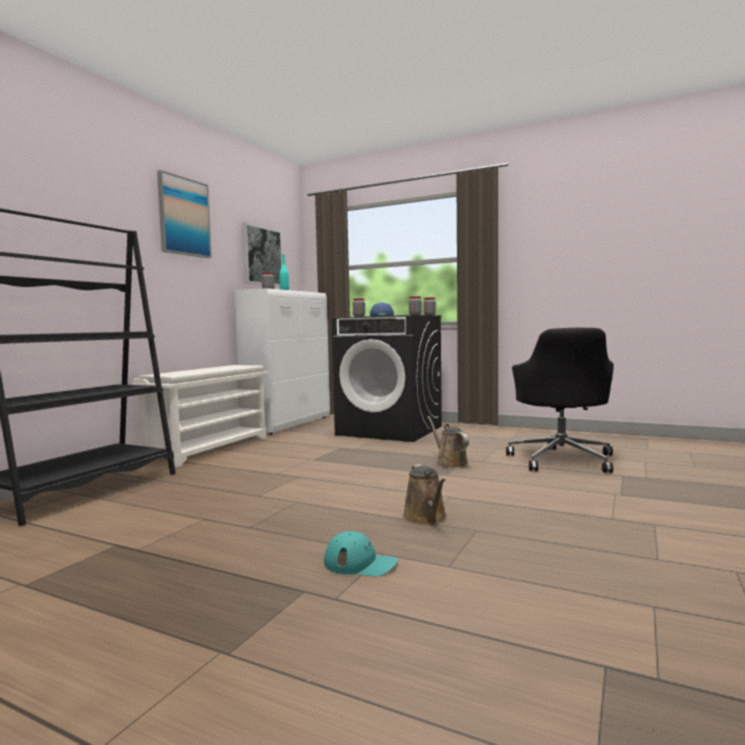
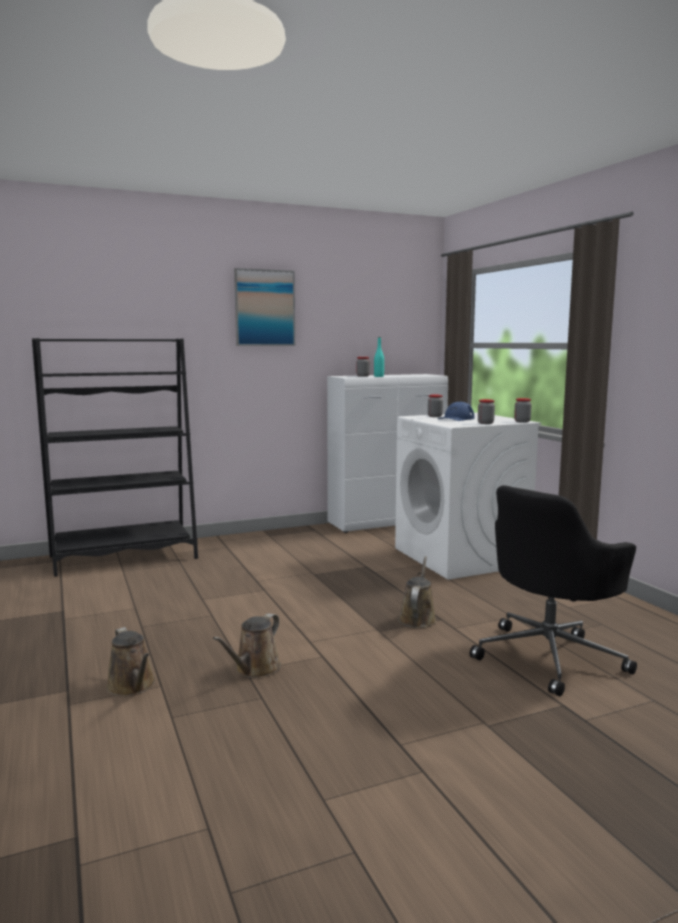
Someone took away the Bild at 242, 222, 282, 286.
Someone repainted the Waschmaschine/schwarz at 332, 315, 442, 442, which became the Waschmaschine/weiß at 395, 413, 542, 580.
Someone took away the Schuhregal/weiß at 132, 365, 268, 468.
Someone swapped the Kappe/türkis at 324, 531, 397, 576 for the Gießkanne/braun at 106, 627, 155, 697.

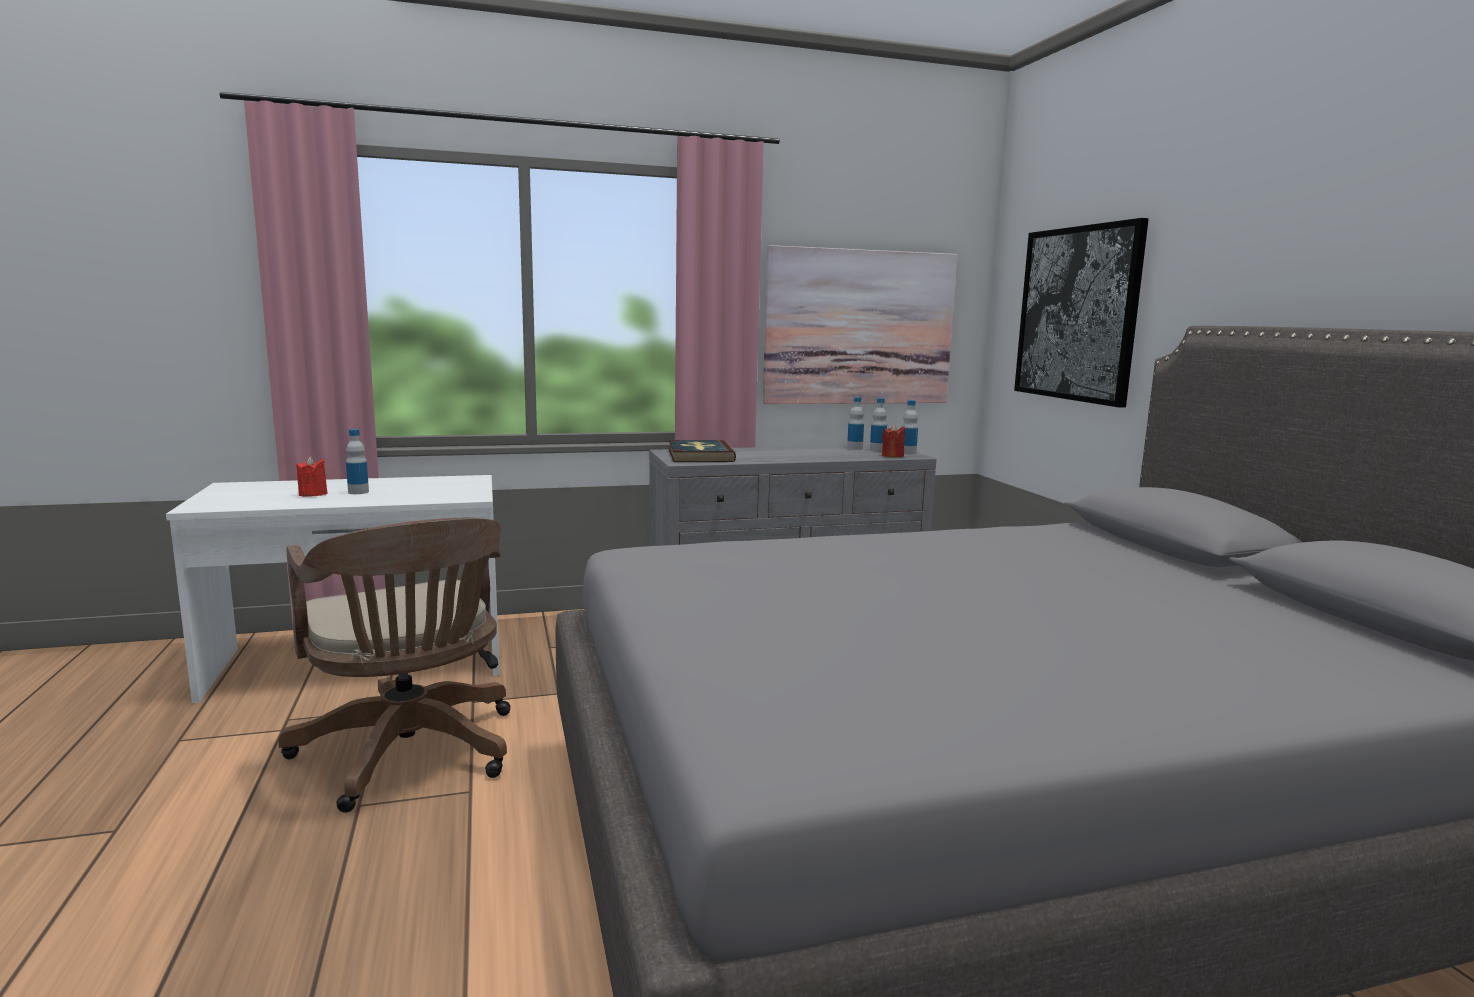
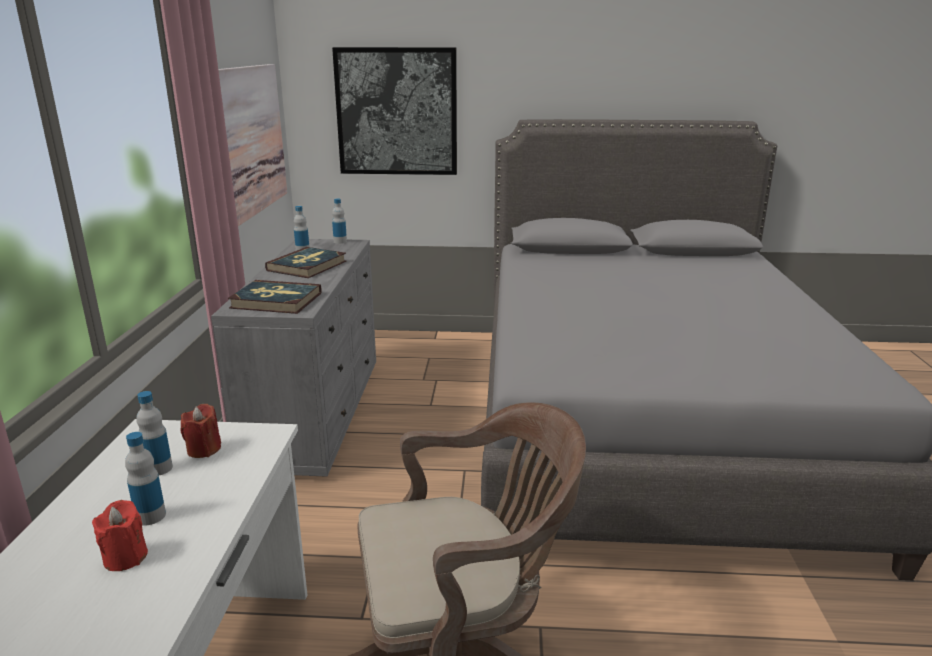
Someone carried the Flasche from 870, 398, 887, 451 to 136, 391, 173, 475.
Someone carried the Kerze/rot from 882, 424, 905, 457 to 180, 404, 221, 458.
Someone put down the Buch at 265, 247, 347, 278.

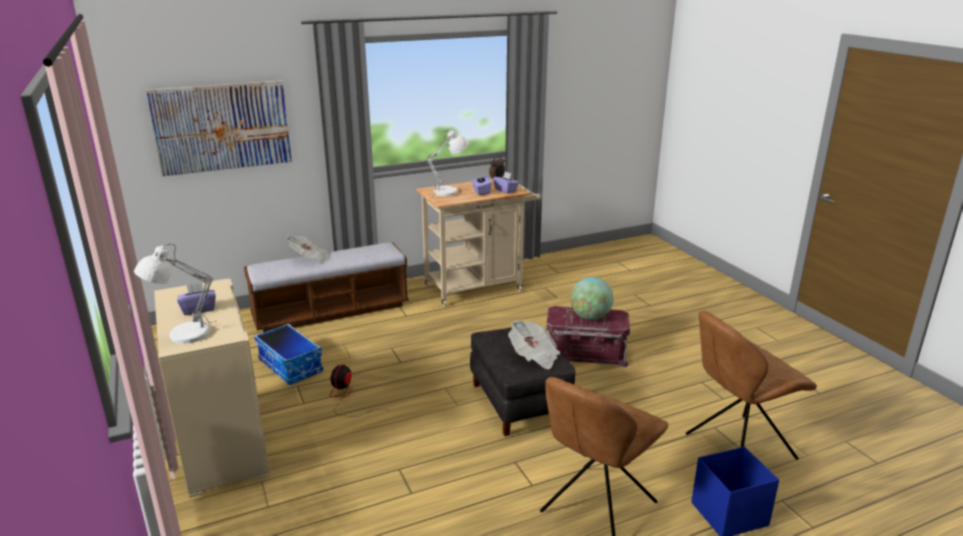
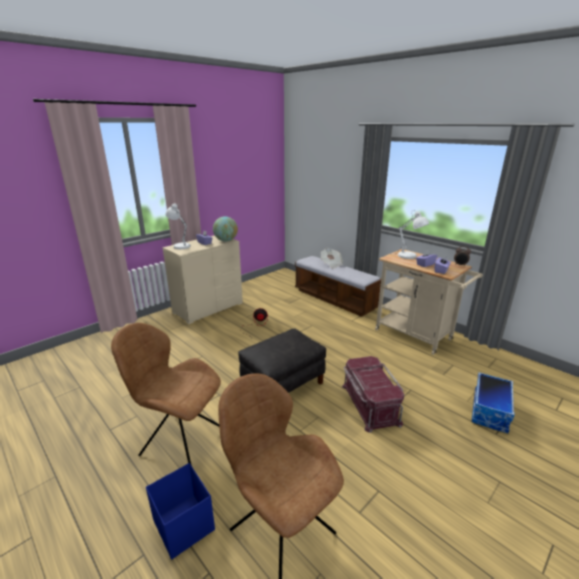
Someone took away the Bild at 146, 80, 292, 177.
Someone carried the Globus from 570, 277, 614, 320 to 213, 216, 238, 241.
Someone took away the Zeitung at 508, 320, 560, 369.
Someone carried the Aufbewahrungsbox from 254, 323, 323, 385 to 472, 372, 514, 433.

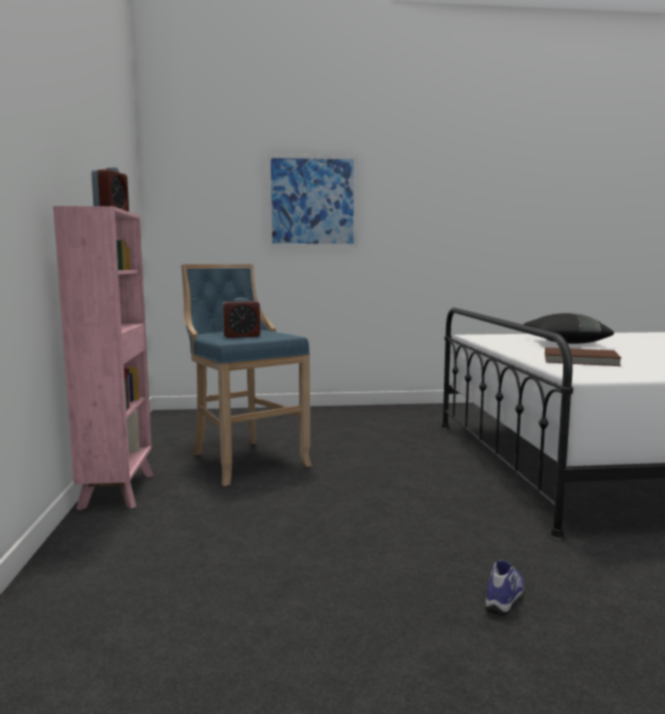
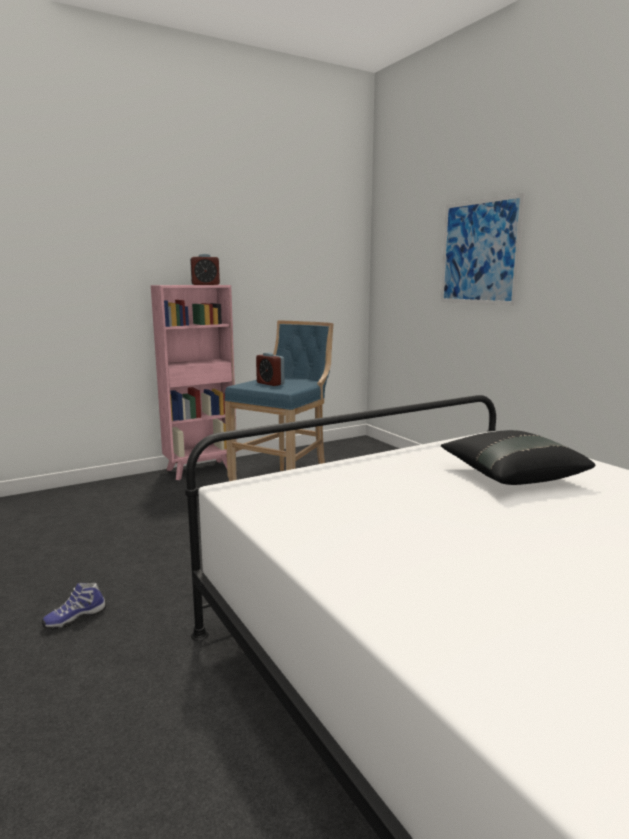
Someone took away the Buch/braun at 545, 347, 621, 366.
Someone rotated the Schuh at 485, 560, 525, 616 by 135 degrees clockwise.

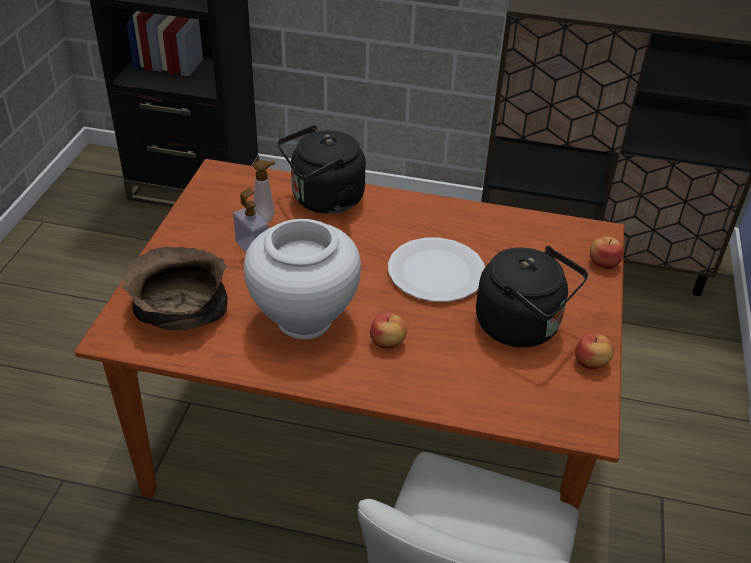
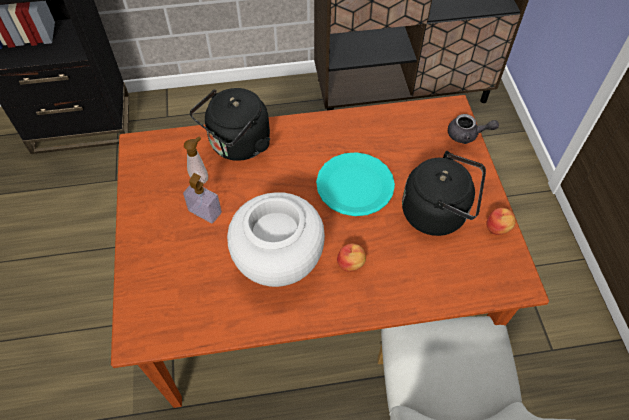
Someone swapped the Apfel at 590, 236, 624, 269 for the Teekanne/grau at 448, 114, 499, 144.
Someone repainted the Teller/weiß at 388, 238, 485, 302, which became the Teller/türkis at 316, 152, 395, 216.
Someone took away the Schüssel/braun at 122, 247, 228, 330.

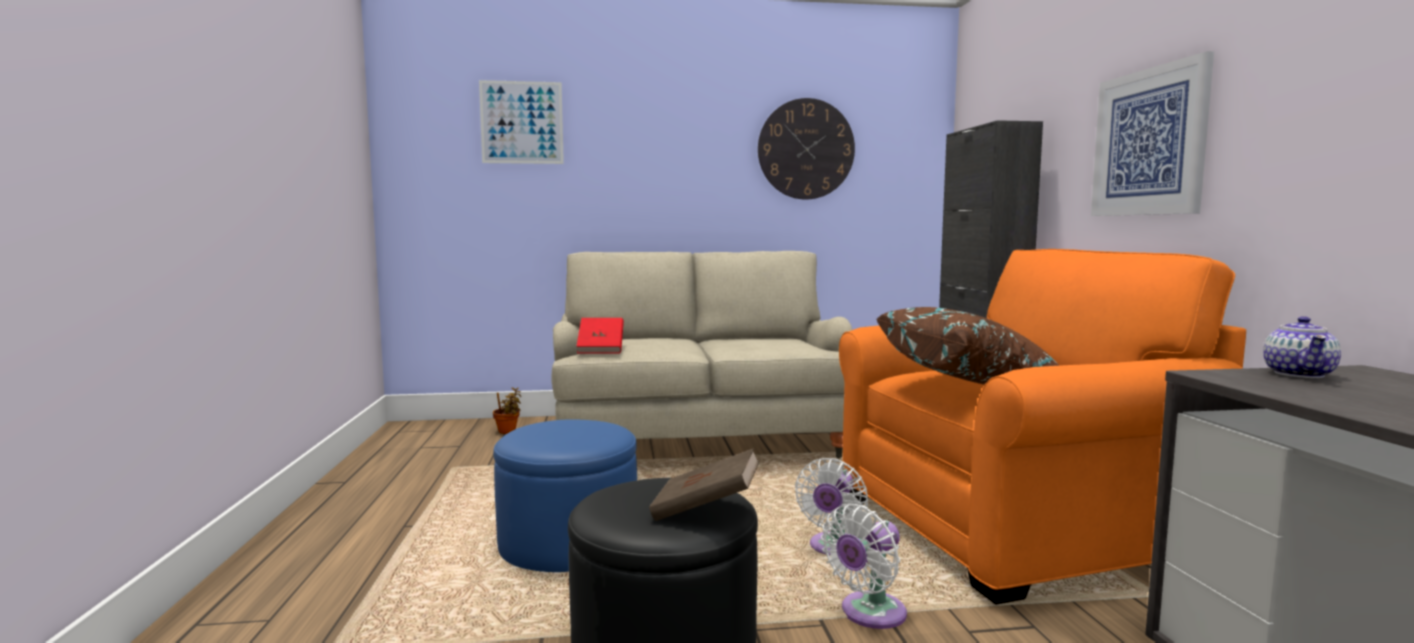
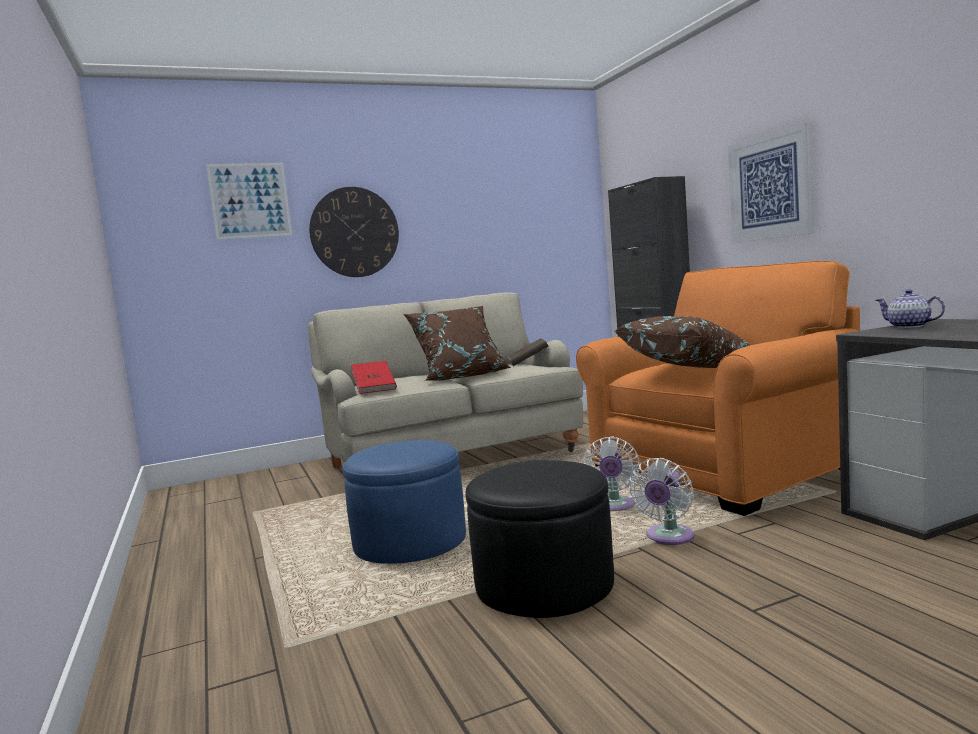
Someone carried the Wanduhr from 758, 98, 855, 199 to 309, 187, 399, 277.
Someone rotated the Teekanne at 1263, 316, 1341, 378 by 135 degrees clockwise.
Someone took away the Topfpflanze at 493, 388, 521, 434.
Someone carried the Buch/braun from 649, 448, 759, 521 to 508, 338, 548, 366.
Someone put down the Kissen/braun at 404, 306, 511, 381.

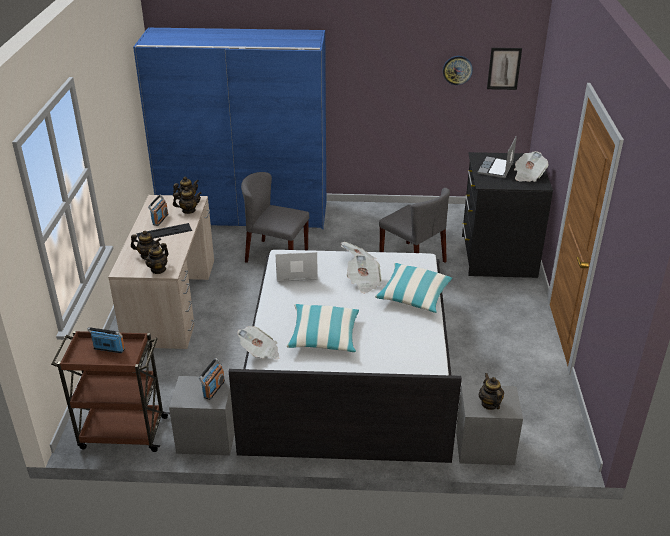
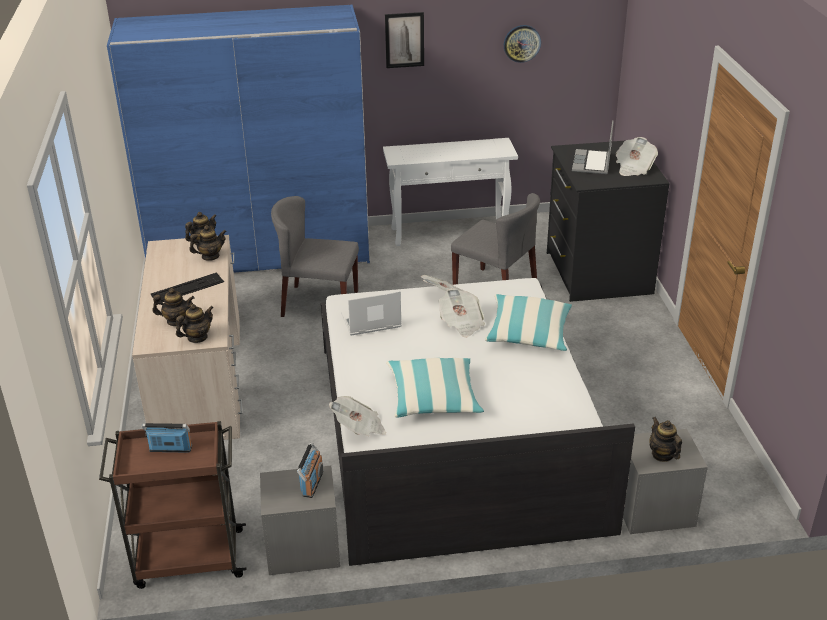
Someone carried the Bild from 487, 48, 522, 90 to 385, 12, 424, 68.
Someone took away the Radio at 148, 194, 168, 226.
Someone rotated the Teekanne at 144, 243, 169, 274 by 150 degrees counterclockwise.
Someone put down the Konsolentisch/weiß at 383, 138, 518, 246.

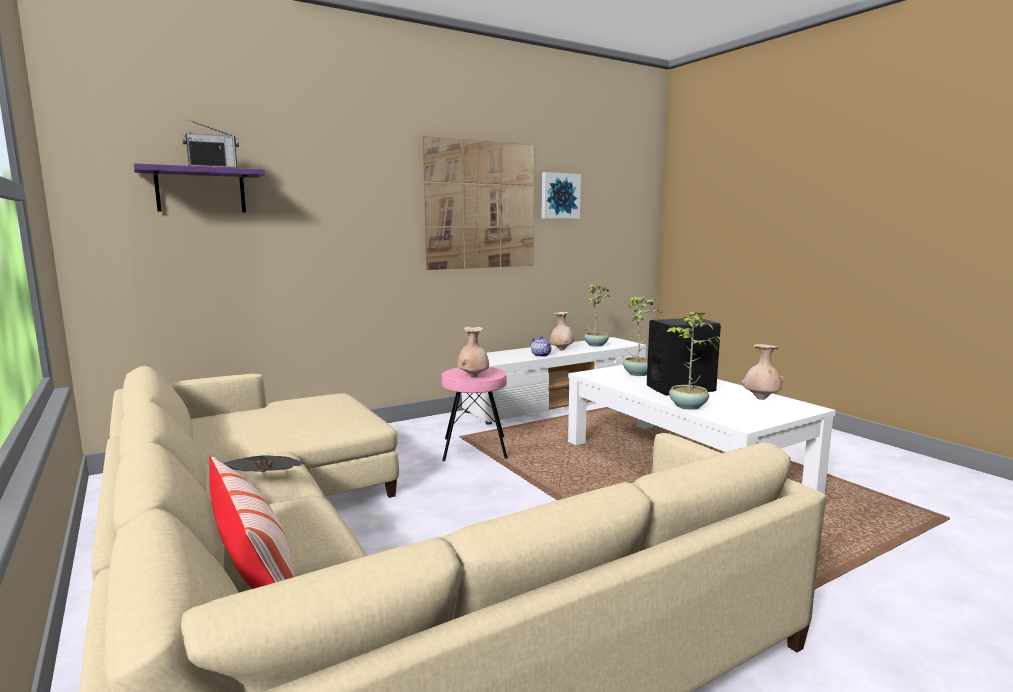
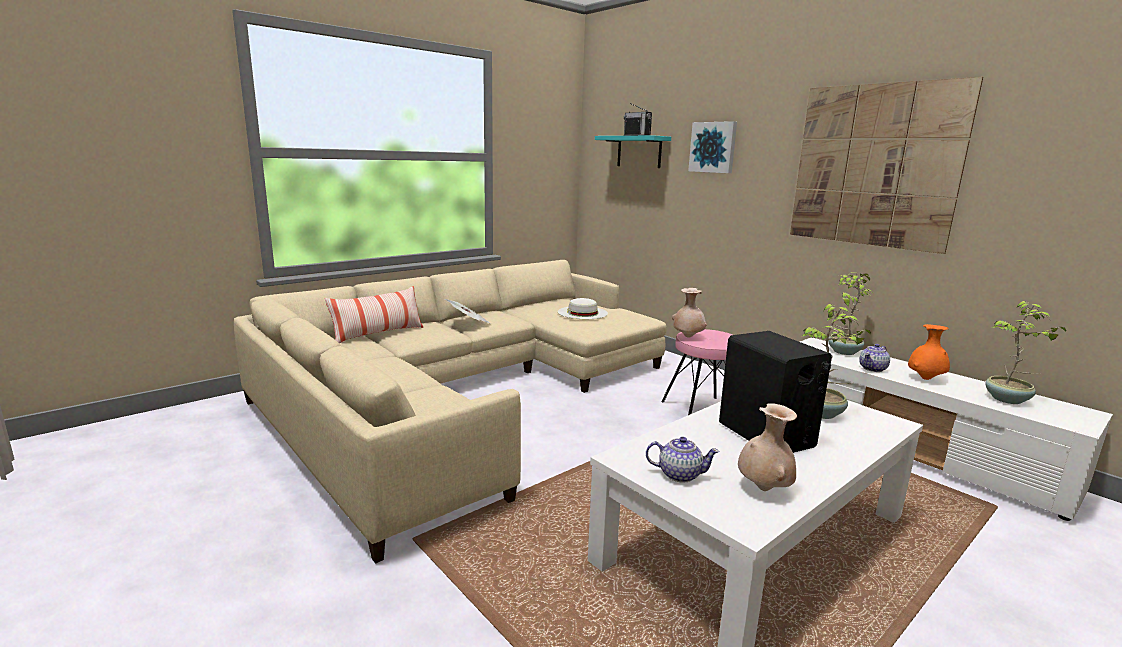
Someone repainted the Wandregal/lila at 134, 163, 265, 212, which became the Wandregal/türkis at 595, 136, 671, 168.
Someone carried the Bild from 542, 172, 581, 219 to 688, 121, 737, 173.
Someone carried the Topfpflanze from 666, 311, 722, 410 to 828, 272, 873, 355.
Someone repainted the Vase/beige at 550, 312, 574, 351, which became the Vase/orange at 908, 324, 950, 380.
Someone put down the Hut/weiß at 558, 298, 608, 319.
Someone put down the Teekanne at 646, 437, 720, 483.

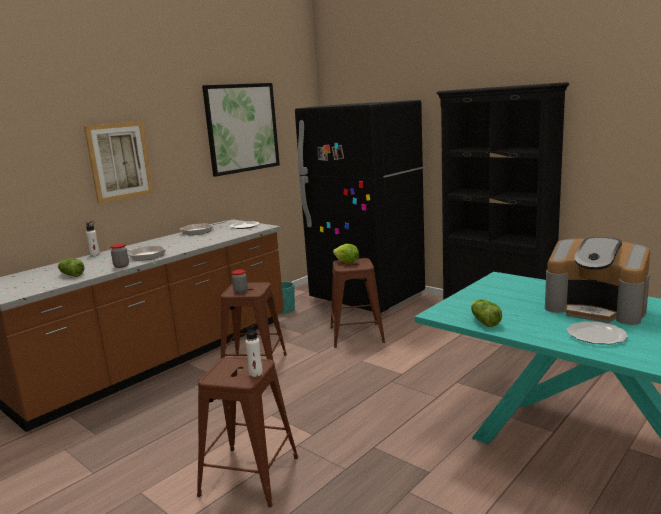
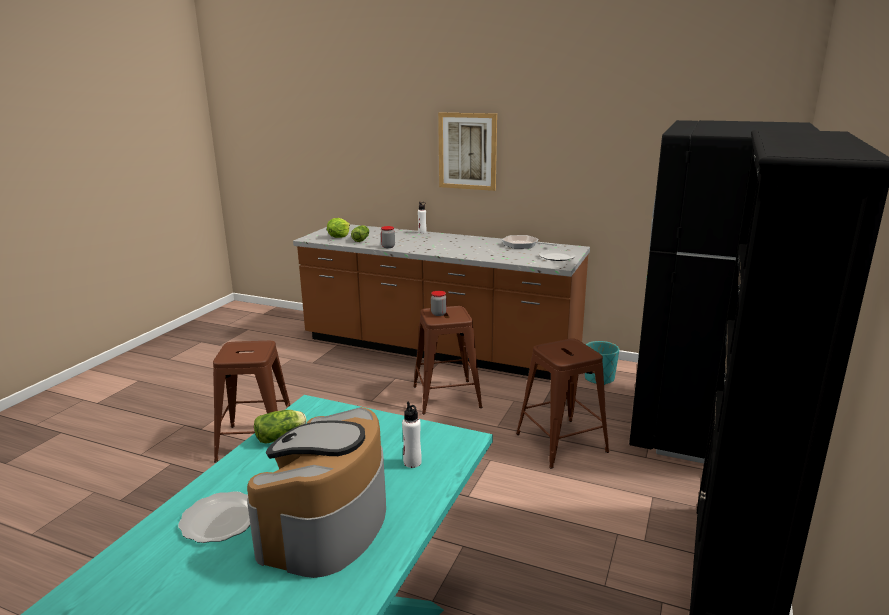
Someone took away the Bild at 202, 83, 280, 177.
Someone carried the Salatkopf from 333, 244, 359, 263 to 327, 218, 350, 238.
Someone took away the Pfanne at 127, 246, 166, 261.
Someone carried the Flasche/weiß from 245, 325, 263, 377 to 402, 401, 422, 468.

